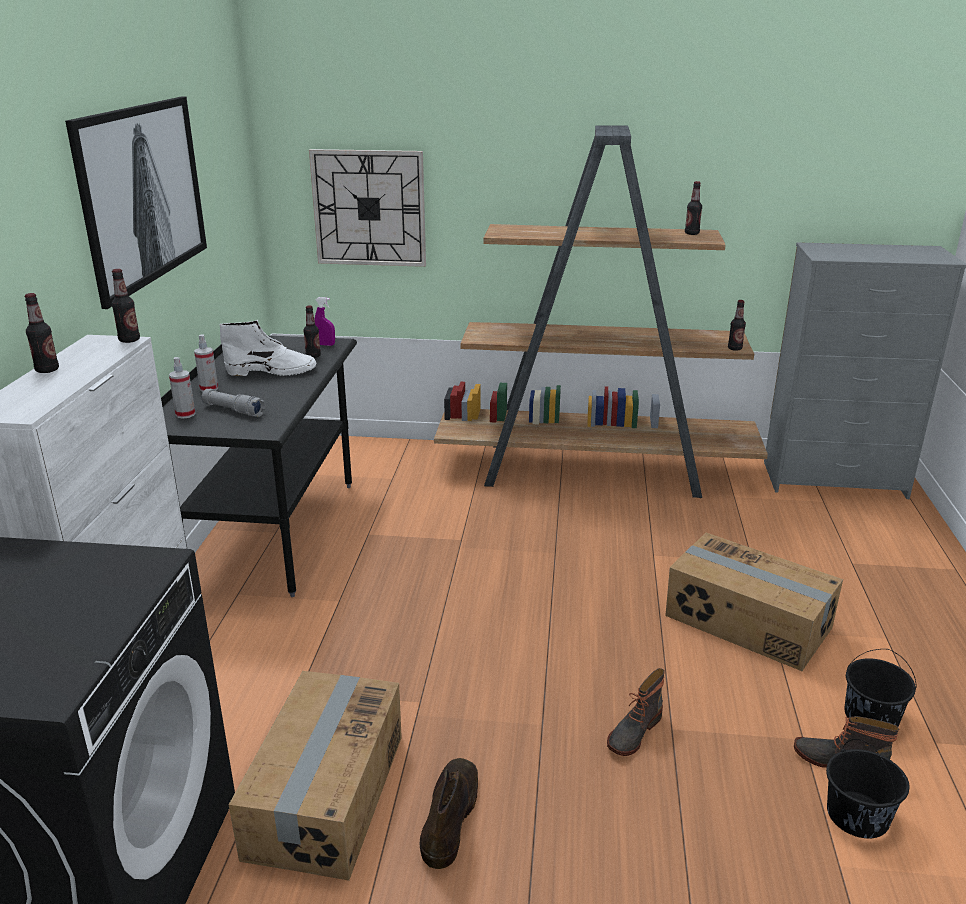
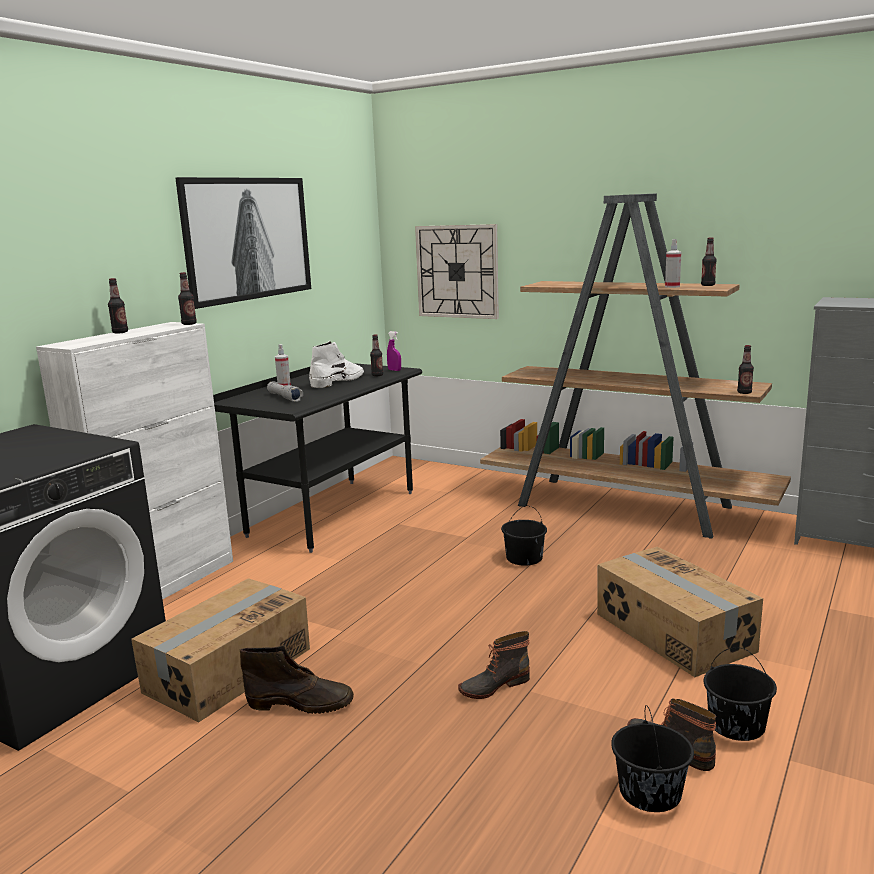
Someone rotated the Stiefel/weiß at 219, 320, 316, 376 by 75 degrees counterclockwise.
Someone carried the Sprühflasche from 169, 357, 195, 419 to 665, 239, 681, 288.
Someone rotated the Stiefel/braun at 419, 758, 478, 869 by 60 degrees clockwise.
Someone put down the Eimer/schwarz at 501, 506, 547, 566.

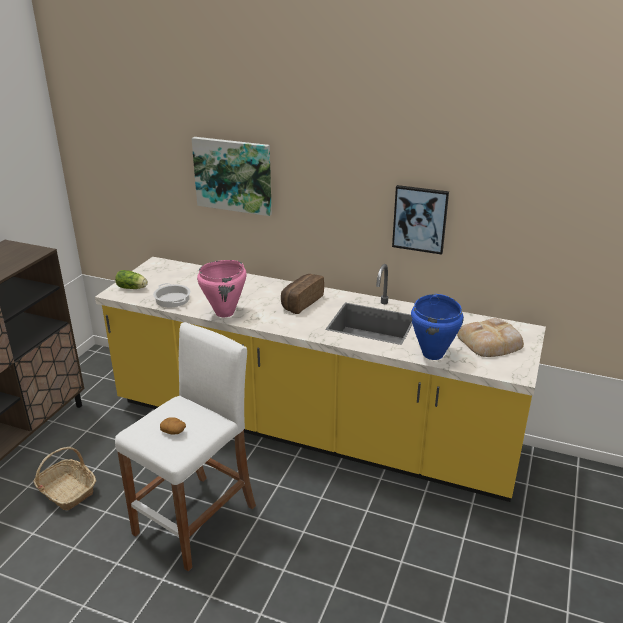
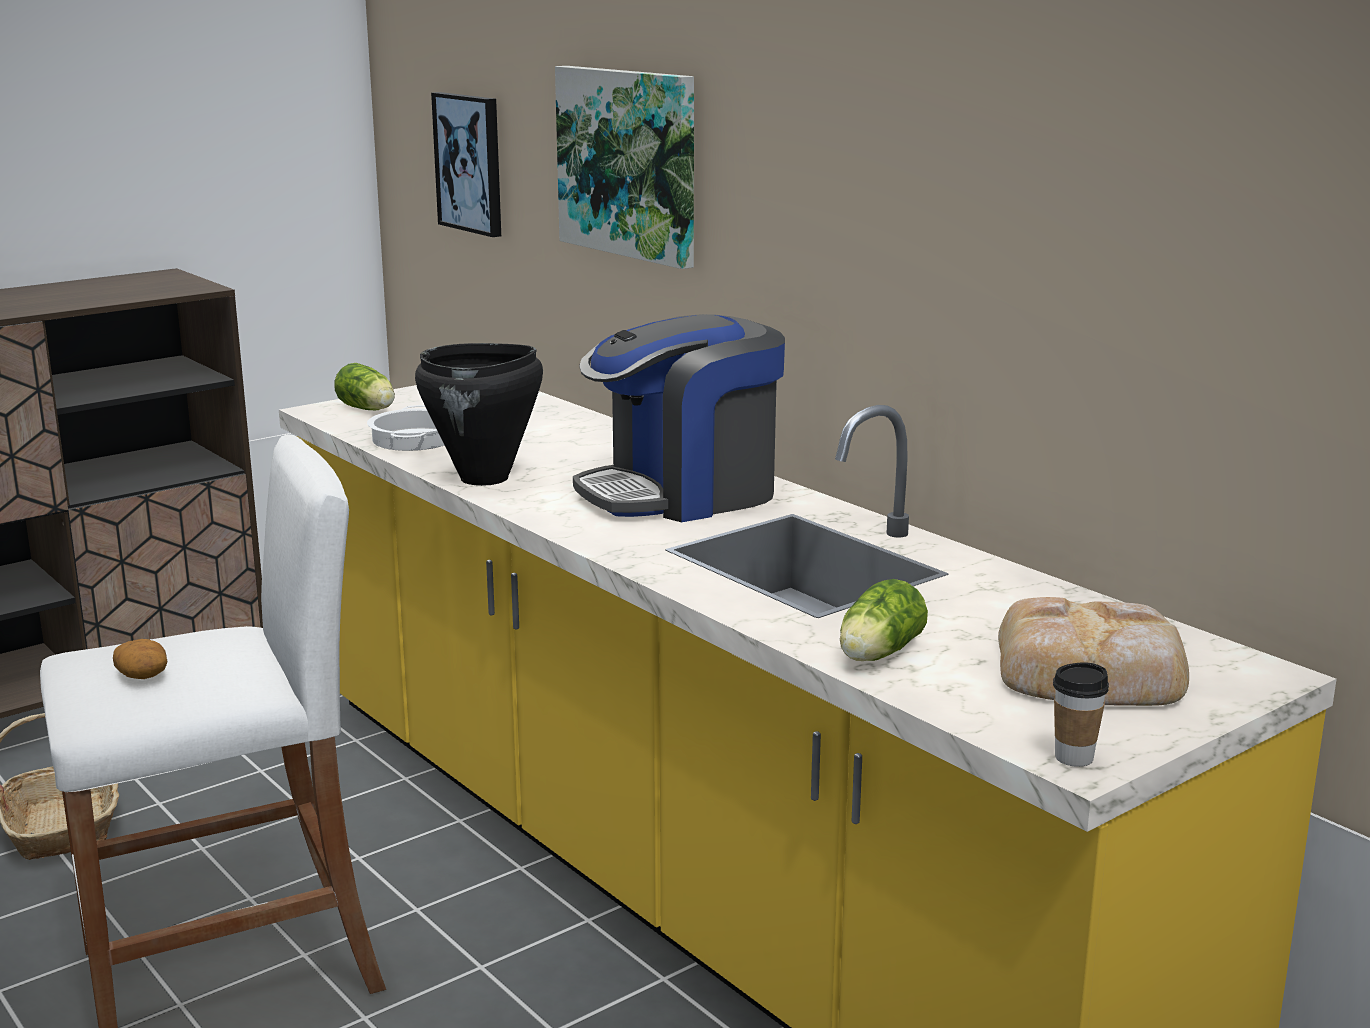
Someone carried the Bild from 392, 185, 449, 255 to 431, 92, 501, 237.
Someone repainted the Kochtopf/rosa at 197, 260, 247, 317, which became the Kochtopf/schwarz at 415, 343, 543, 486.
Someone swapped the Brot at 281, 274, 324, 314 for the Kaffeemaschine at 573, 314, 785, 522.
Someone swapped the Kochtopf/blau at 411, 294, 464, 360 for the Salatkopf at 840, 579, 928, 661.
Someone put down the Tasse at 1053, 662, 1109, 767.

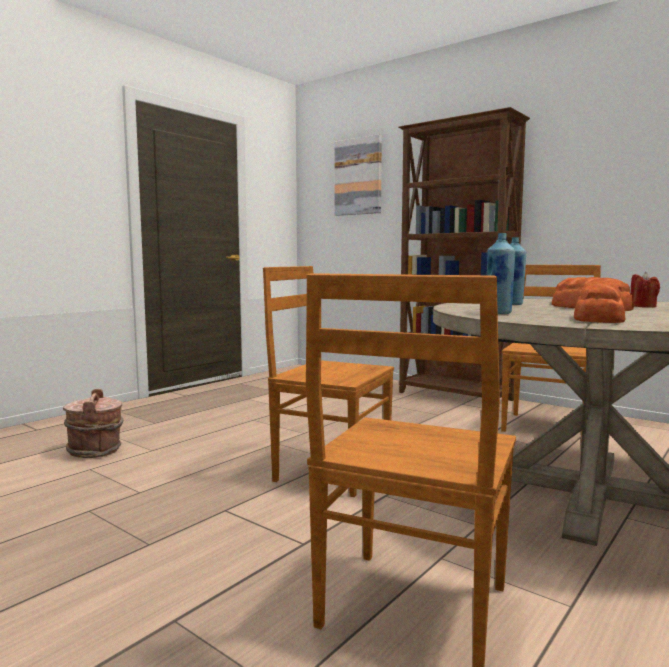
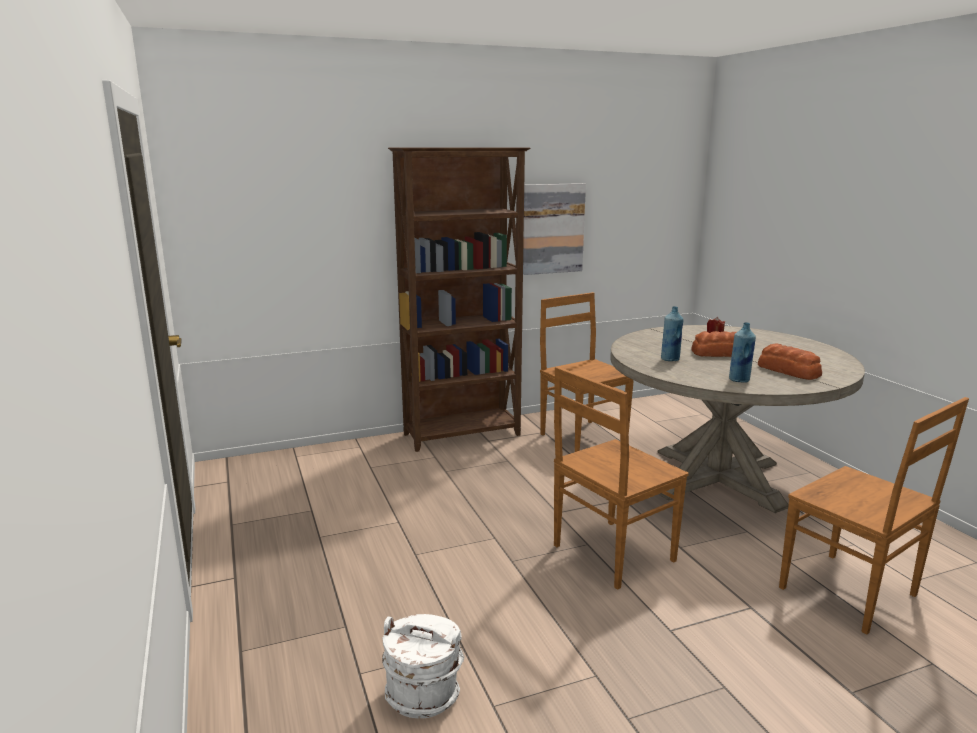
Someone carried the Bild from 334, 134, 382, 216 to 523, 183, 586, 275.
Someone repainted the Eimer/braun at 63, 389, 123, 458, which became the Eimer/weiß at 382, 614, 465, 718.

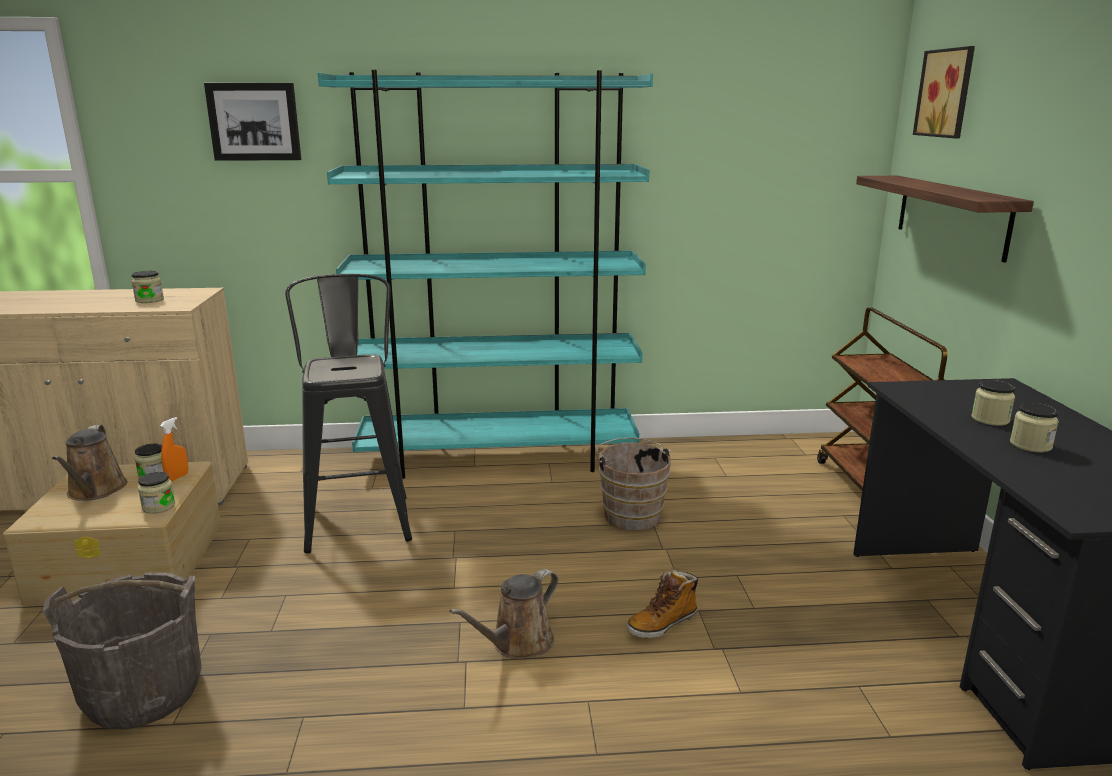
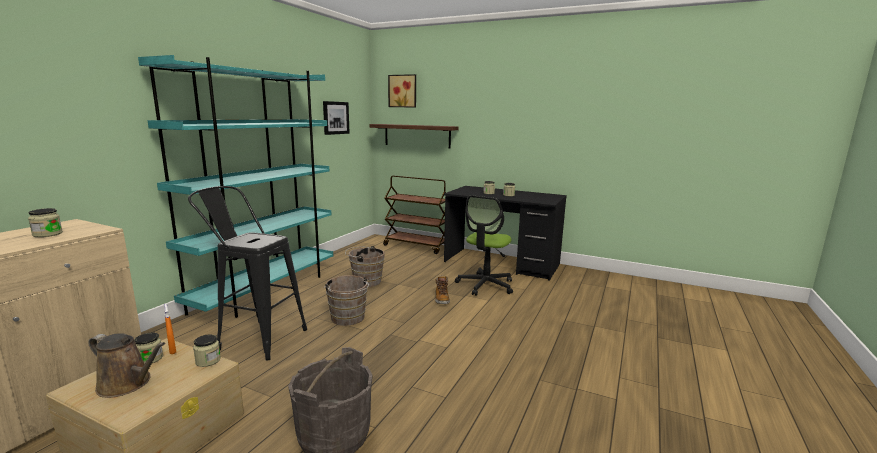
Someone carried the Bild from 204, 83, 301, 161 to 323, 101, 350, 135.
Someone took away the Gießkanne/braun at 449, 569, 558, 659.
Someone put down the Bürostuhl at 455, 195, 513, 296.
Someone put down the Eimer/braun at 324, 275, 369, 326.

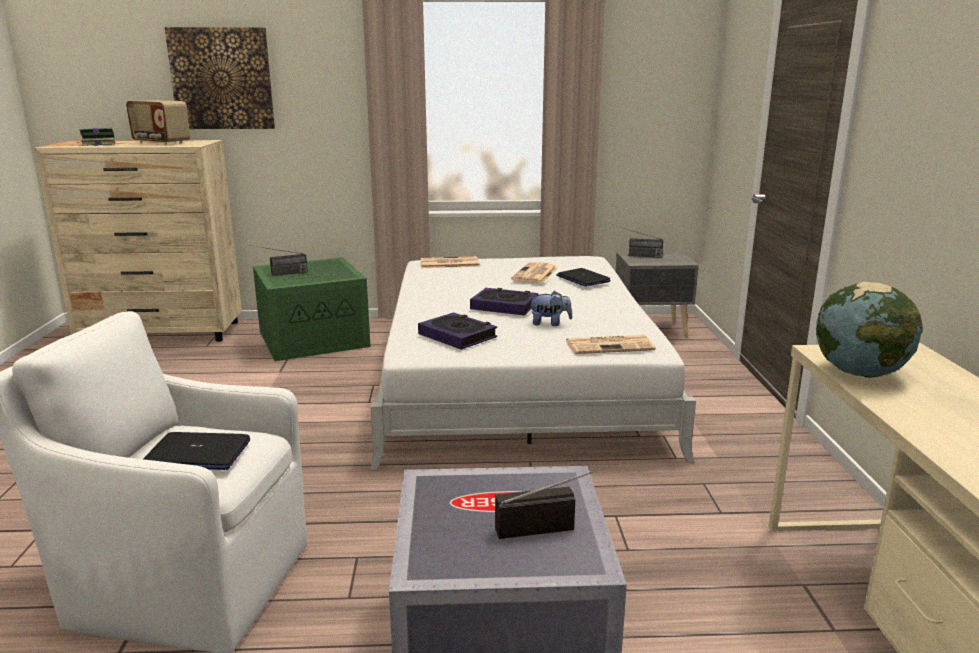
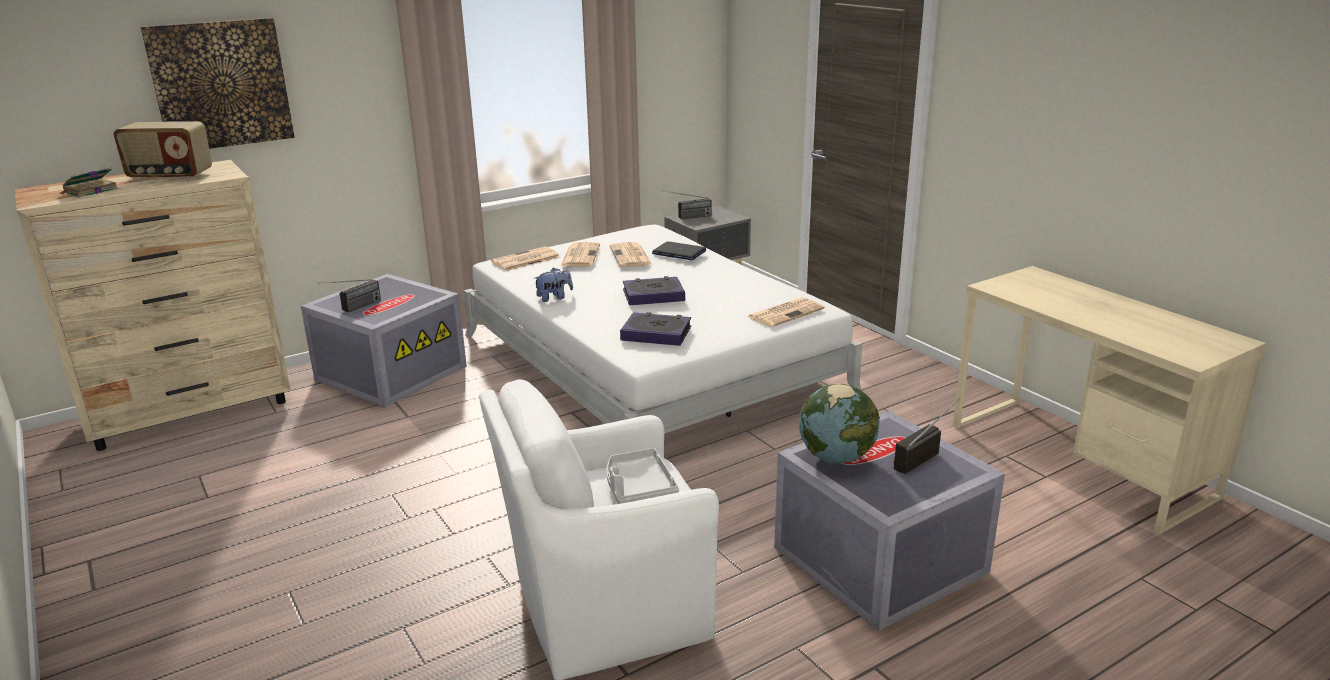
Someone repainted the Aufbewahrungsbox/grün at 253, 257, 371, 361, which became the Aufbewahrungsbox/grau at 301, 274, 467, 408.
Someone carried the Globus from 816, 282, 923, 378 to 799, 384, 880, 463.
Someone carried the Plüschtier from 528, 291, 572, 326 to 533, 268, 573, 302.
Someone swapped the Laptop at 143, 432, 250, 470 for the Tablett/grau at 607, 448, 679, 504.
Someone put down the Zeitung at 560, 242, 600, 266.

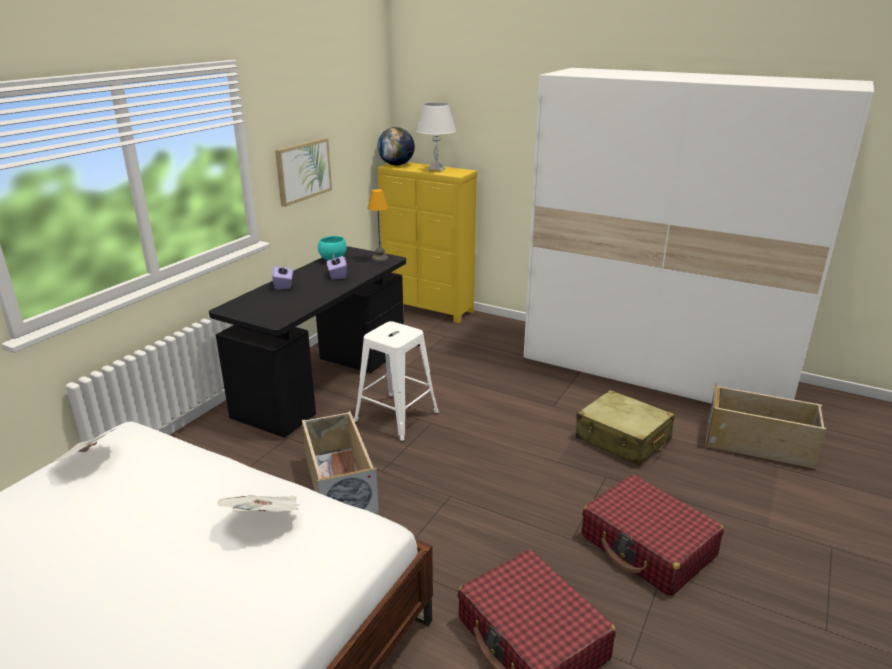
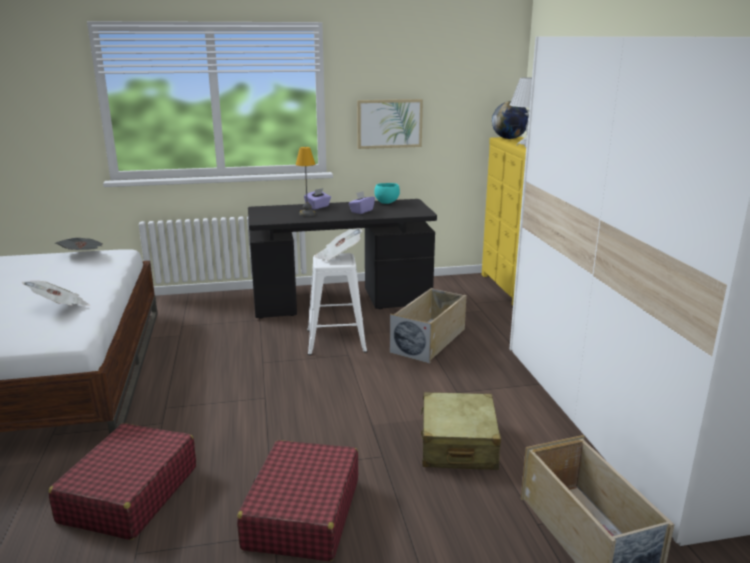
Someone carried the Tischlampe from 368, 189, 389, 262 to 296, 147, 316, 217.
Someone carried the Aufbewahrungsbox/beige from 302, 411, 379, 514 to 390, 288, 467, 364.
Someone put down the Zeitung at 315, 228, 363, 261.

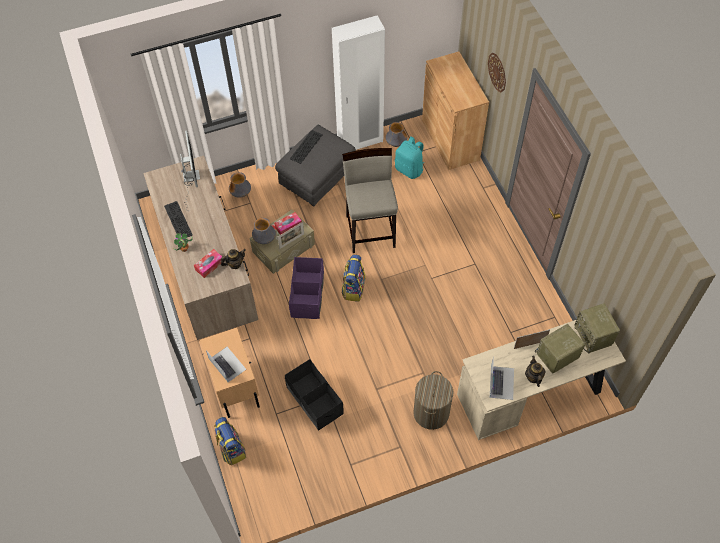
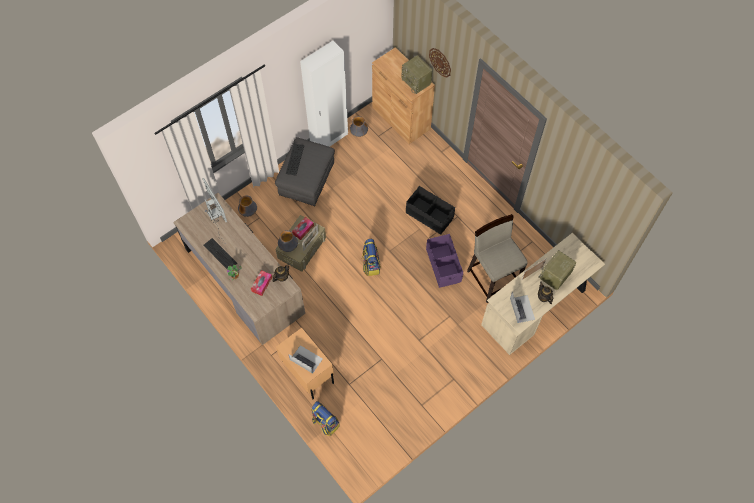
Someone took away the Rucksack/türkis at 395, 136, 424, 179.
Someone carried the Hocker/beige from 342, 148, 398, 253 to 467, 214, 528, 303.
Someone carried the Aufbewahrungsbox/lila from 289, 257, 324, 319 to 426, 234, 463, 288.
Someone carried the Radio from 574, 303, 620, 354 to 401, 55, 433, 94.
Someone carried the Aufbewahrungsbox/schwarz from 285, 359, 344, 431 to 406, 186, 455, 234.
Someone took away the Wäschekorb at 413, 371, 453, 430.

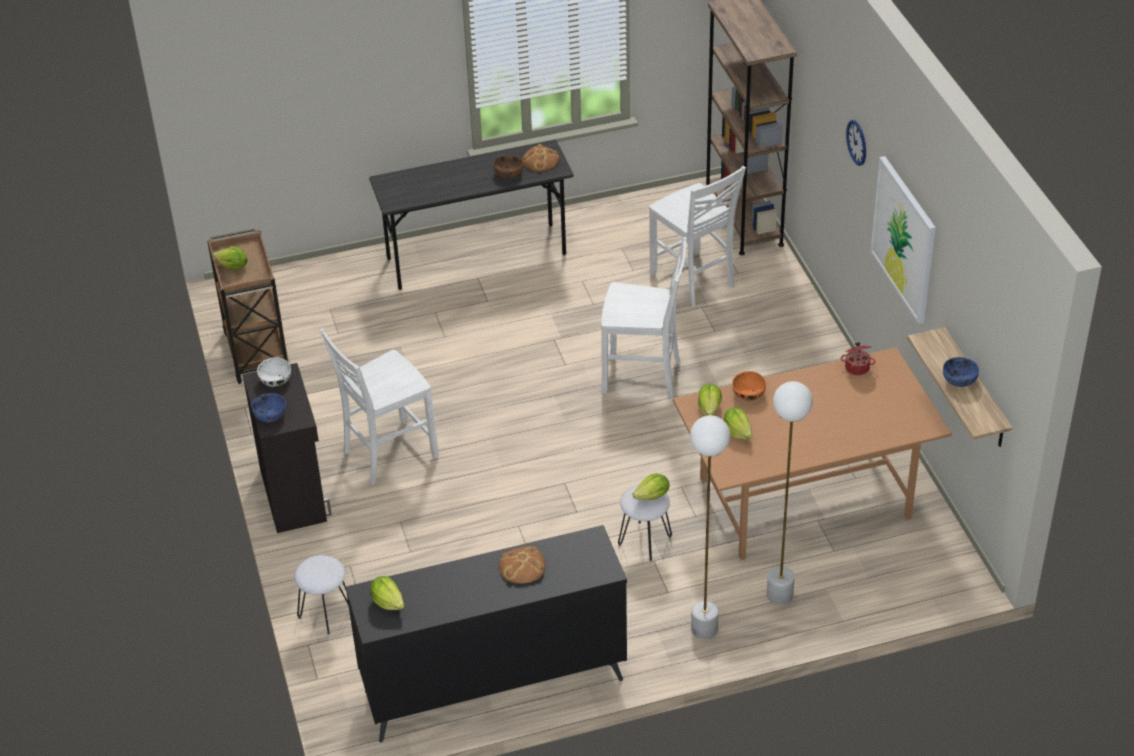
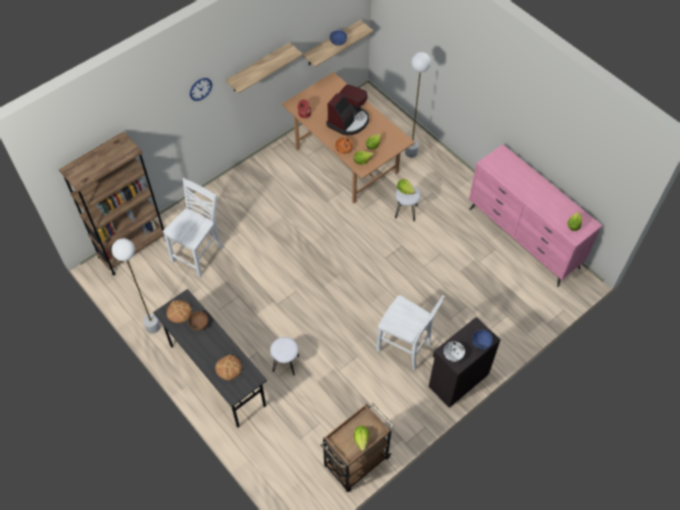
Someone swapped the Bild at 870, 156, 936, 324 for the Wandregal at 226, 42, 303, 93.
Someone took away the Stuhl/weiß at 601, 237, 687, 398.
Someone carried the Stehlampe/weiß from 690, 415, 730, 639 to 112, 238, 160, 333.
Someone repainted the Kommode/schwarz at 346, 525, 627, 742, which became the Kommode/rosa at 469, 144, 602, 287.
Someone carried the Brot from 499, 546, 546, 584 to 215, 355, 242, 380.
Someone carried the Hocker/weiß from 294, 555, 349, 634 to 270, 337, 299, 376.
Someone put down the Kaffeemaschine at 326, 84, 369, 135.

